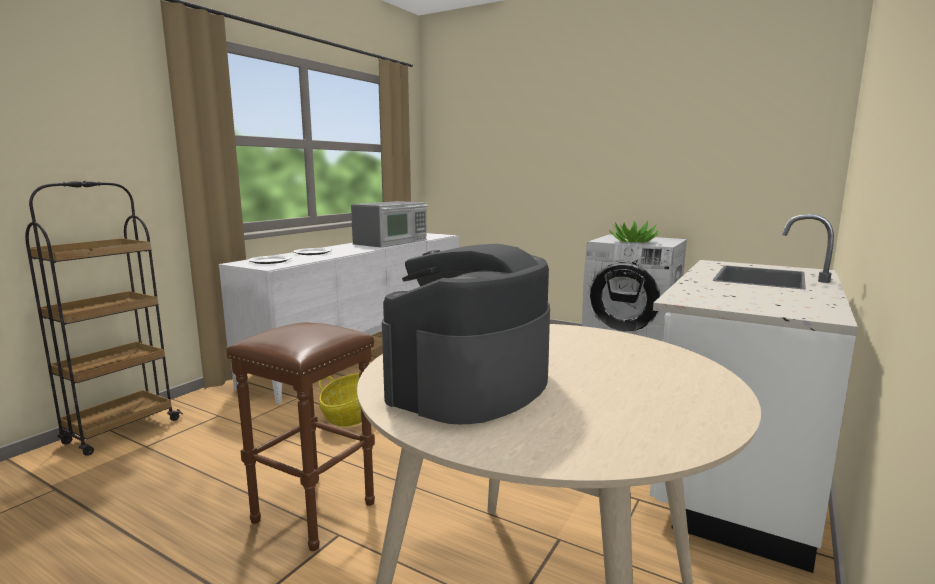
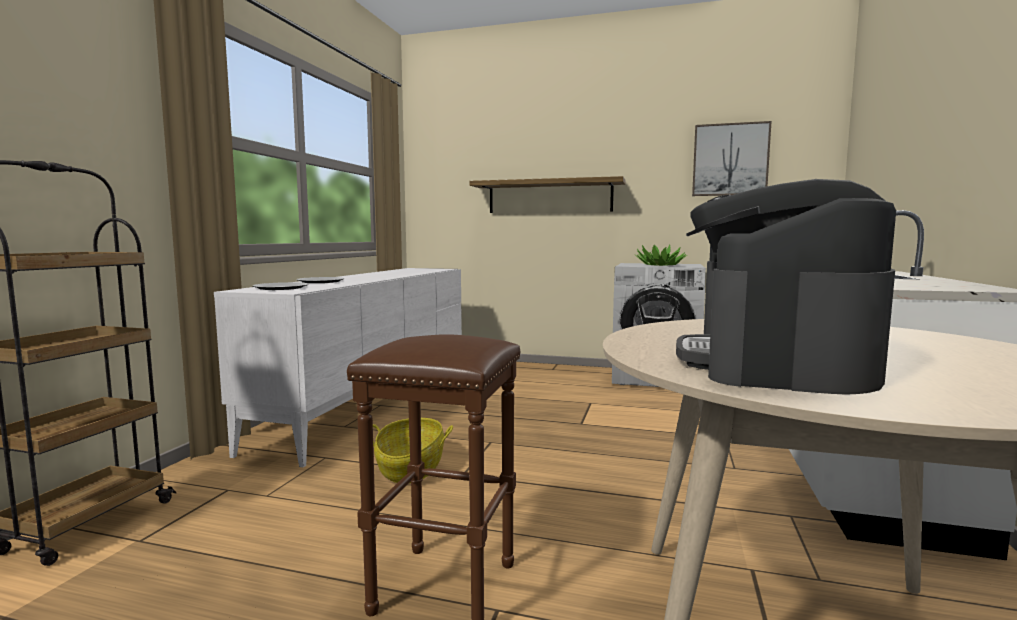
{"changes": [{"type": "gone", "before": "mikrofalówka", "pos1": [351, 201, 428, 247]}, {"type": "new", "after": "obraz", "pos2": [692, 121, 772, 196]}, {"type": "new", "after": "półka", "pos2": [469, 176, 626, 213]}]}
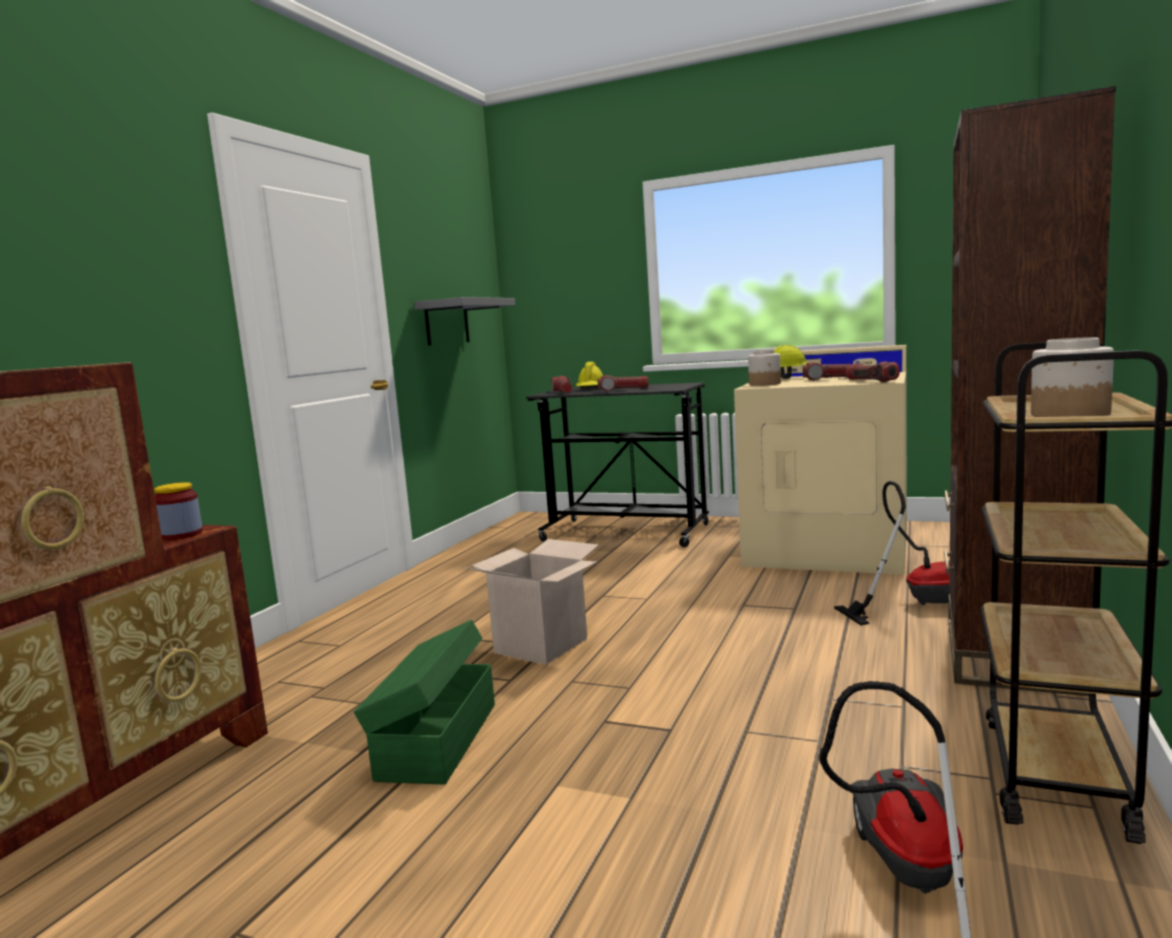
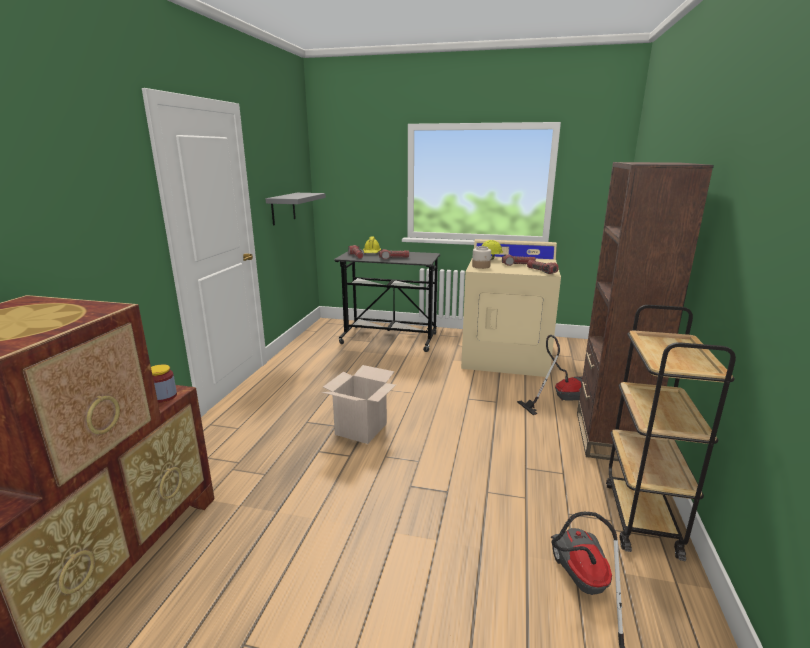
{"changes": [{"type": "gone", "before": "słoik", "pos1": [1031, 337, 1114, 417]}, {"type": "gone", "before": "pojemnik do przechowywania (zielony)", "pos1": [354, 620, 495, 784]}]}
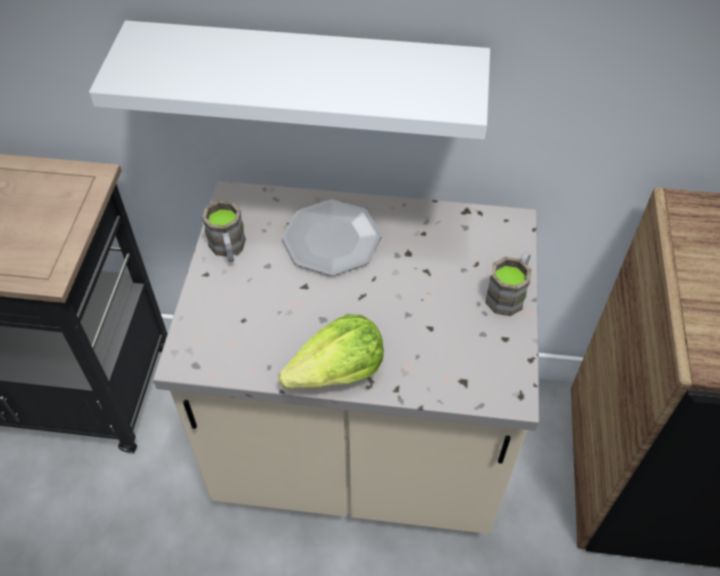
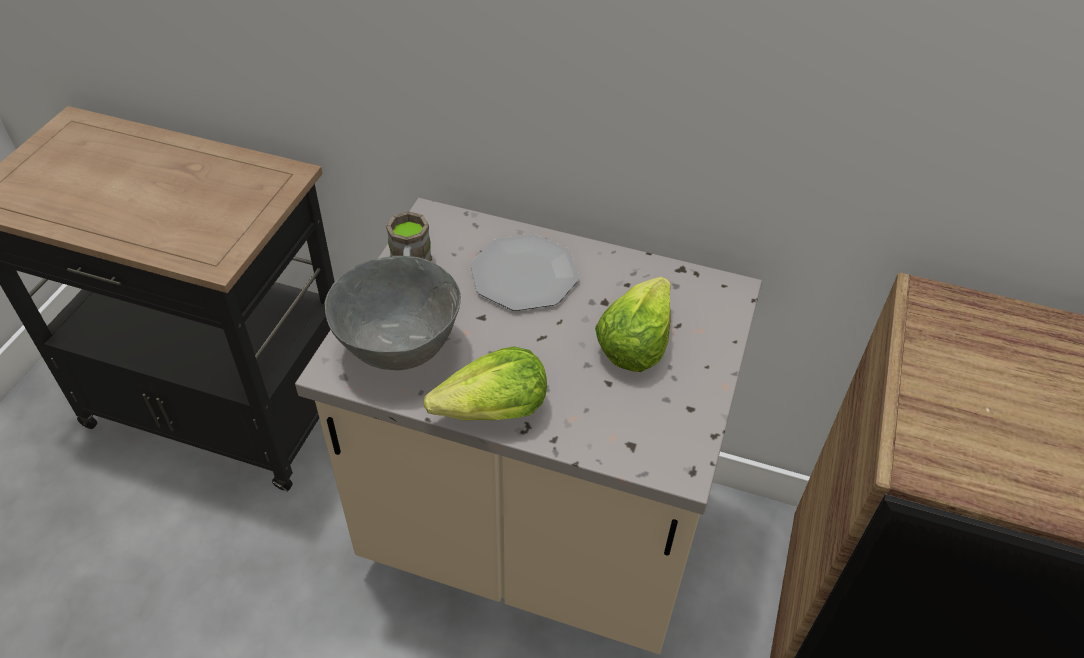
{"changes": [{"type": "gone", "before": "półka (biały)", "pos1": [89, 21, 490, 140]}, {"type": "gone", "before": "kubek (brązowy)", "pos1": [485, 252, 531, 316]}, {"type": "new", "after": "miska (szary)", "pos2": [324, 256, 461, 371]}, {"type": "new", "after": "sałata", "pos2": [595, 277, 671, 372]}]}
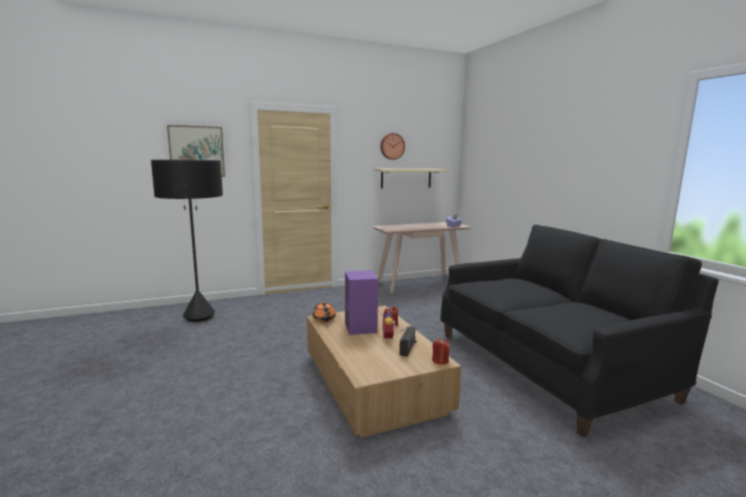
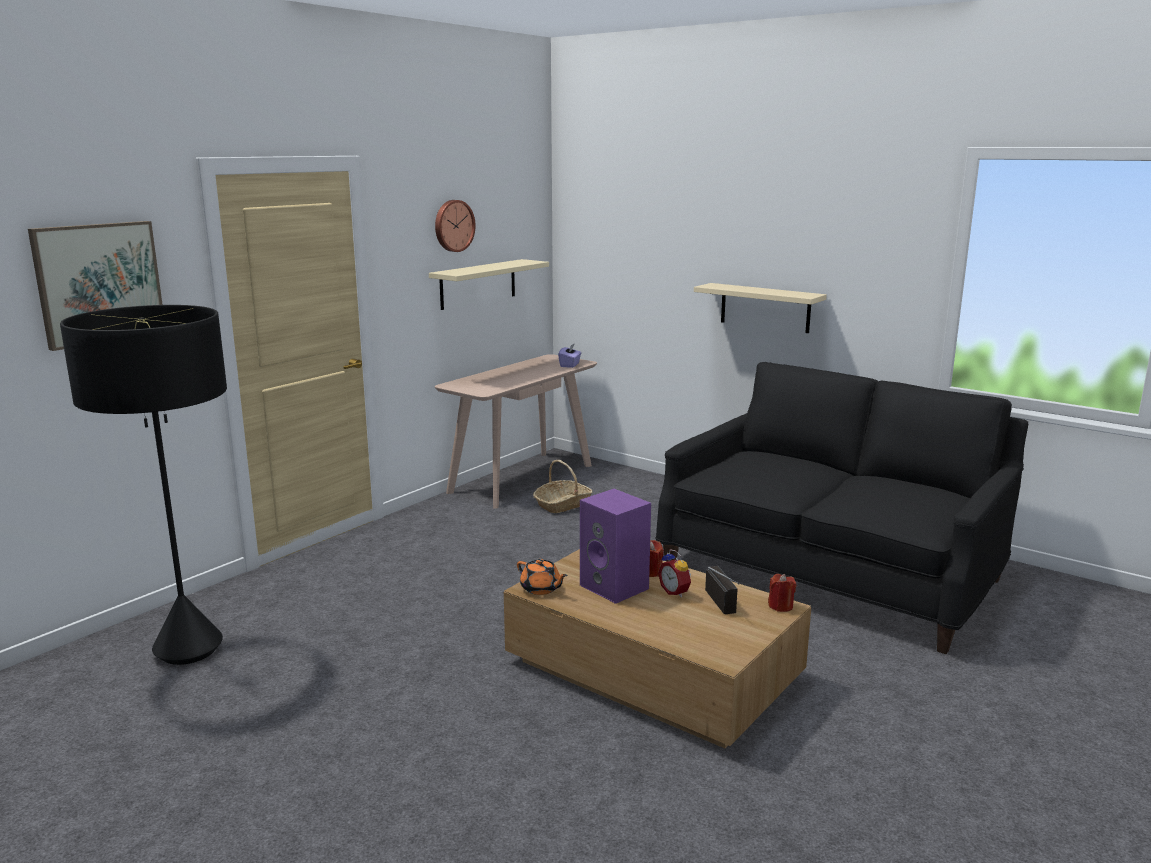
{"changes": [{"type": "new", "after": "półka (beżowy)", "pos2": [694, 283, 827, 333]}, {"type": "new", "after": "koszyk", "pos2": [533, 460, 593, 513]}]}
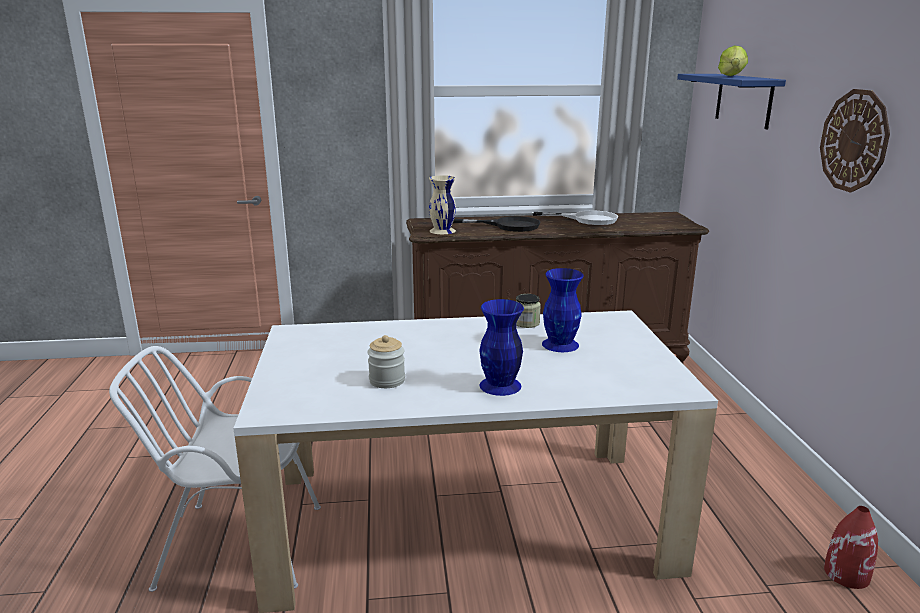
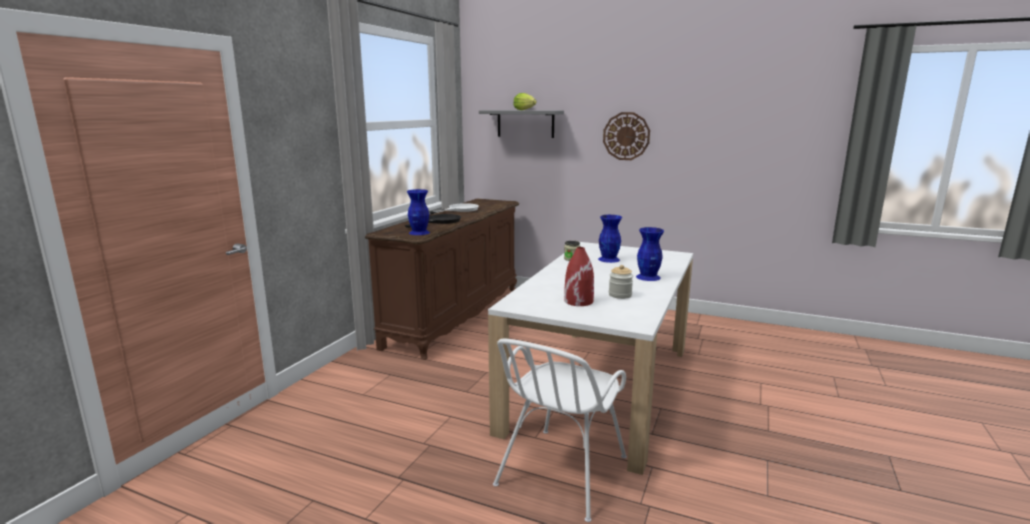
{"changes": [{"type": "repainted", "before": "półka (niebieski)", "after": "półka (szary)", "pos1": [677, 74, 786, 130], "pos2": [479, 110, 564, 138]}, {"type": "repainted", "before": "wazon (beżowy)", "after": "wazon (niebieski)", "pos1": [429, 175, 456, 234], "pos2": [407, 189, 430, 235]}, {"type": "shifted", "before": "wazon (czerwony)", "pos1": [824, 506, 878, 589], "pos2": [564, 247, 594, 306]}]}
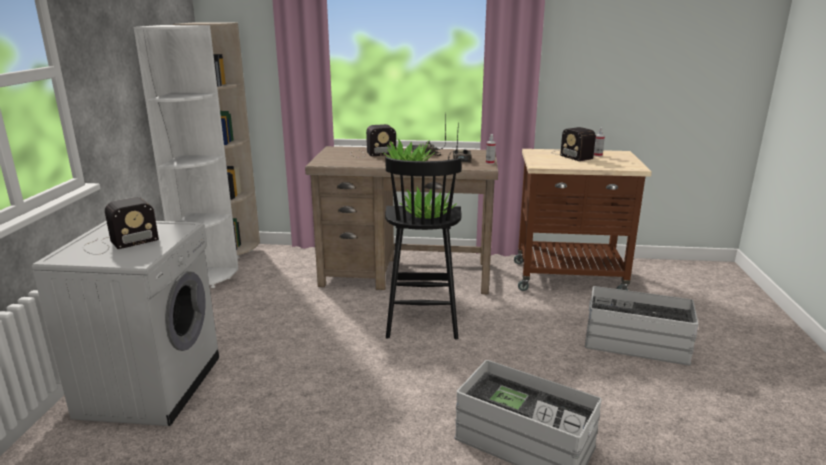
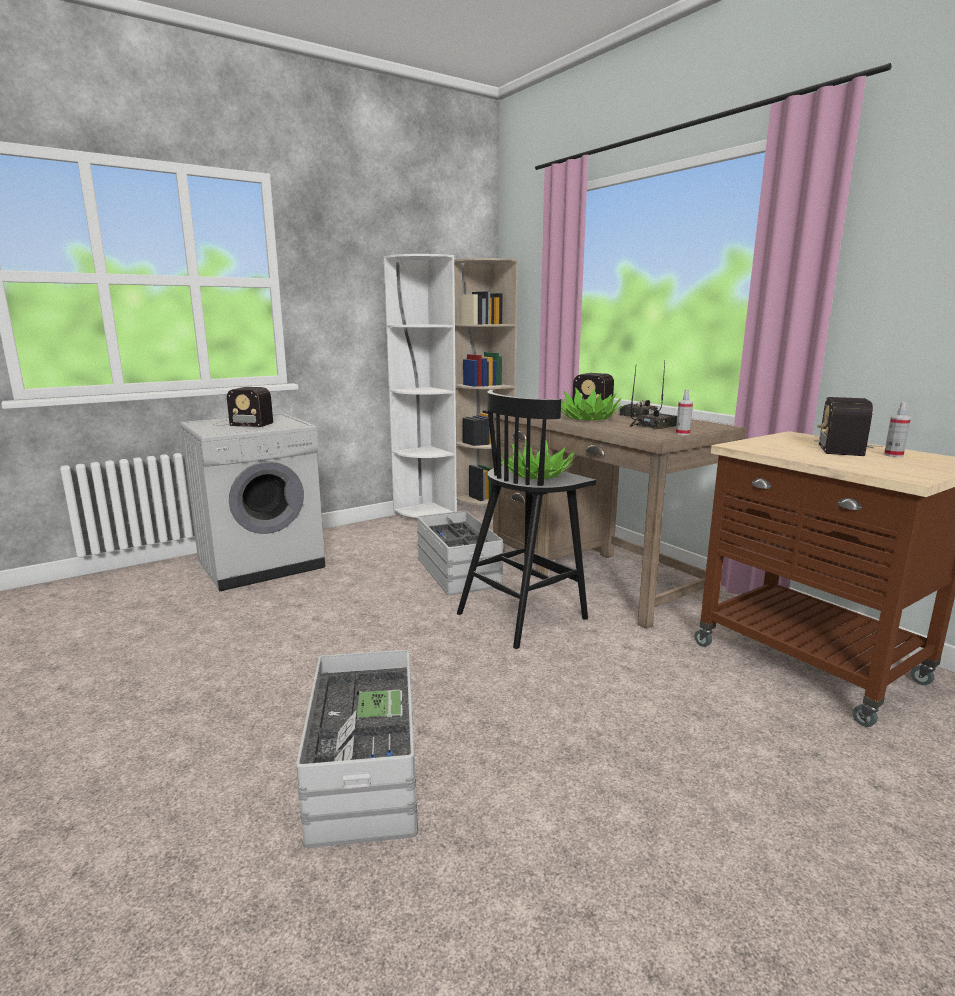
{"changes": [{"type": "shifted", "before": "pojemnik do przechowywania (szary)", "pos1": [585, 286, 699, 365], "pos2": [417, 511, 503, 595]}]}
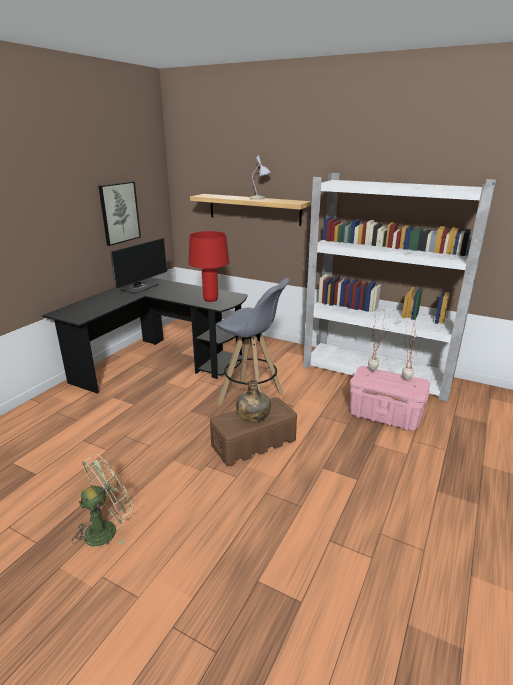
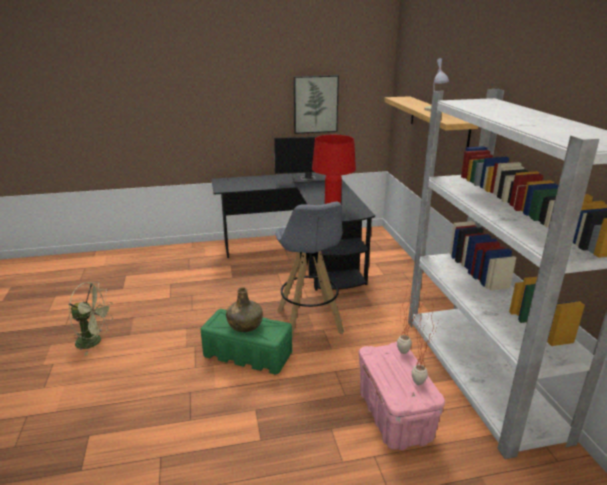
{"changes": [{"type": "repainted", "before": "pojemnik do przechowywania (brązowy)", "after": "pojemnik do przechowywania (zielony)", "pos1": [210, 397, 297, 466], "pos2": [200, 309, 292, 374]}]}
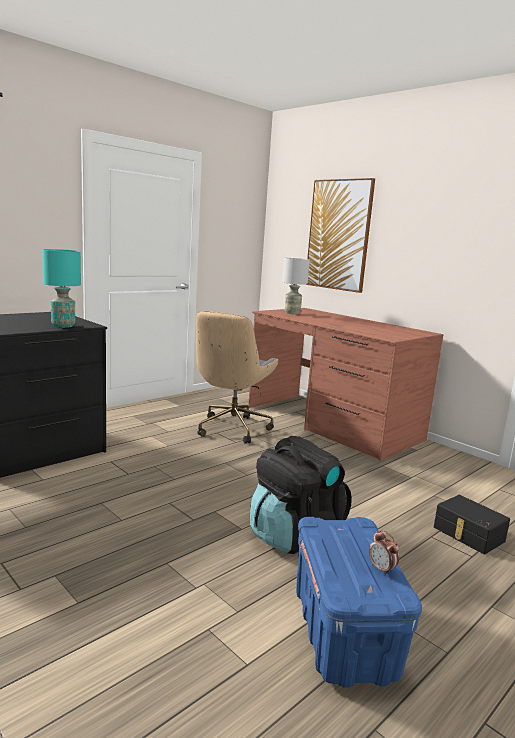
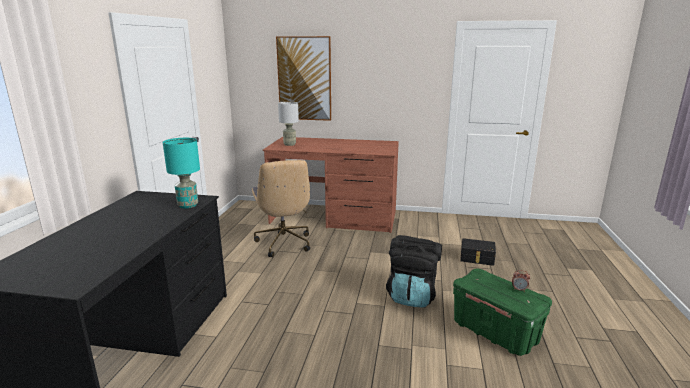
{"changes": [{"type": "repainted", "before": "pojemnik do przechowywania (niebieski)", "after": "pojemnik do przechowywania (zielony)", "pos1": [296, 517, 422, 688], "pos2": [453, 269, 552, 356]}]}
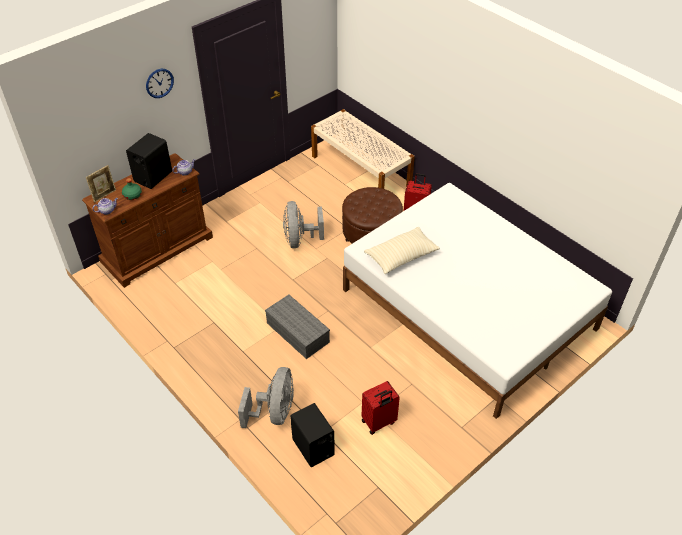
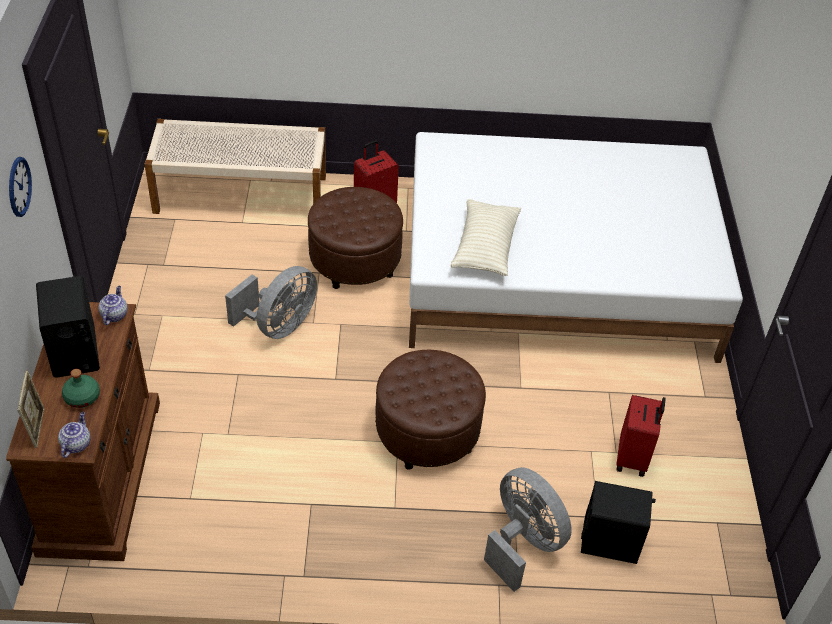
{"changes": [{"type": "rotated", "before": "wentylator (szary)", "pos1": [283, 201, 324, 248], "pos2": [225, 266, 317, 339], "turn": -90}, {"type": "swapped", "before": "pojemnik do przechowywania (szary)", "after": "pufa (brązowy)", "pos1": [265, 294, 330, 359], "pos2": [375, 350, 486, 470]}]}
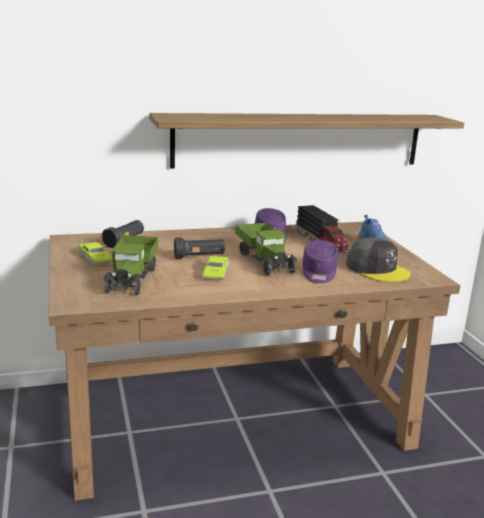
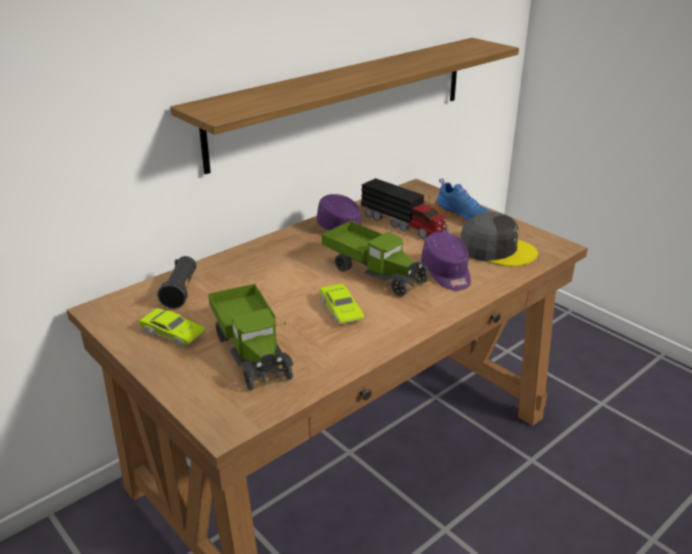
{"changes": [{"type": "gone", "before": "latarka (czarny)", "pos1": [174, 237, 226, 259]}]}
